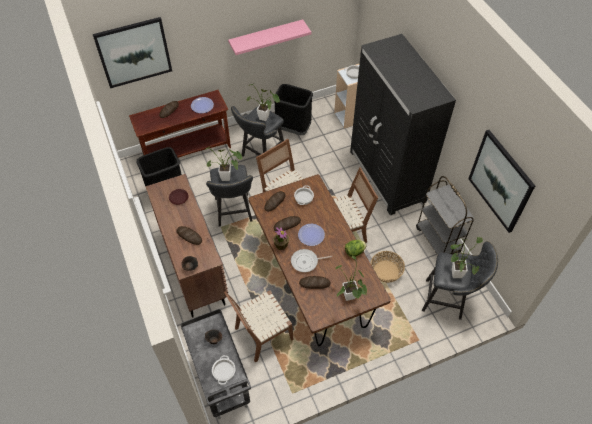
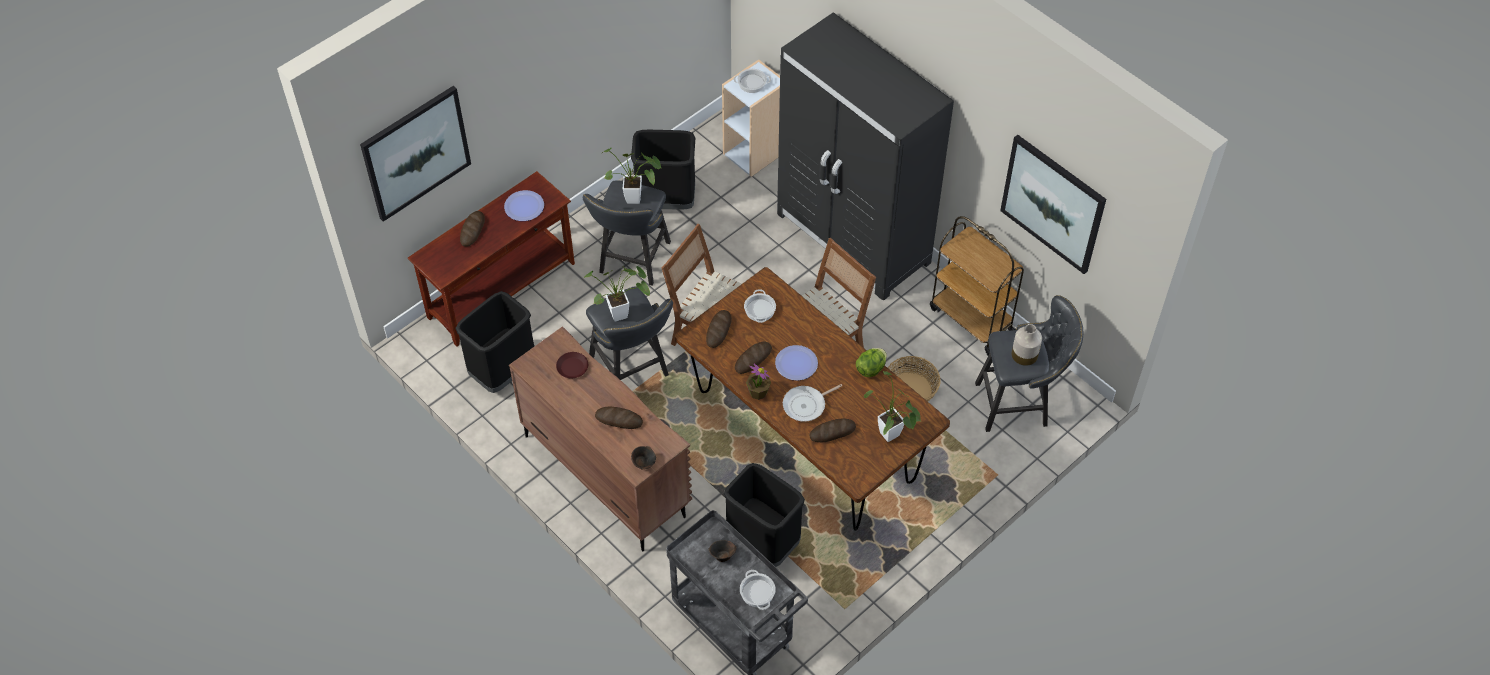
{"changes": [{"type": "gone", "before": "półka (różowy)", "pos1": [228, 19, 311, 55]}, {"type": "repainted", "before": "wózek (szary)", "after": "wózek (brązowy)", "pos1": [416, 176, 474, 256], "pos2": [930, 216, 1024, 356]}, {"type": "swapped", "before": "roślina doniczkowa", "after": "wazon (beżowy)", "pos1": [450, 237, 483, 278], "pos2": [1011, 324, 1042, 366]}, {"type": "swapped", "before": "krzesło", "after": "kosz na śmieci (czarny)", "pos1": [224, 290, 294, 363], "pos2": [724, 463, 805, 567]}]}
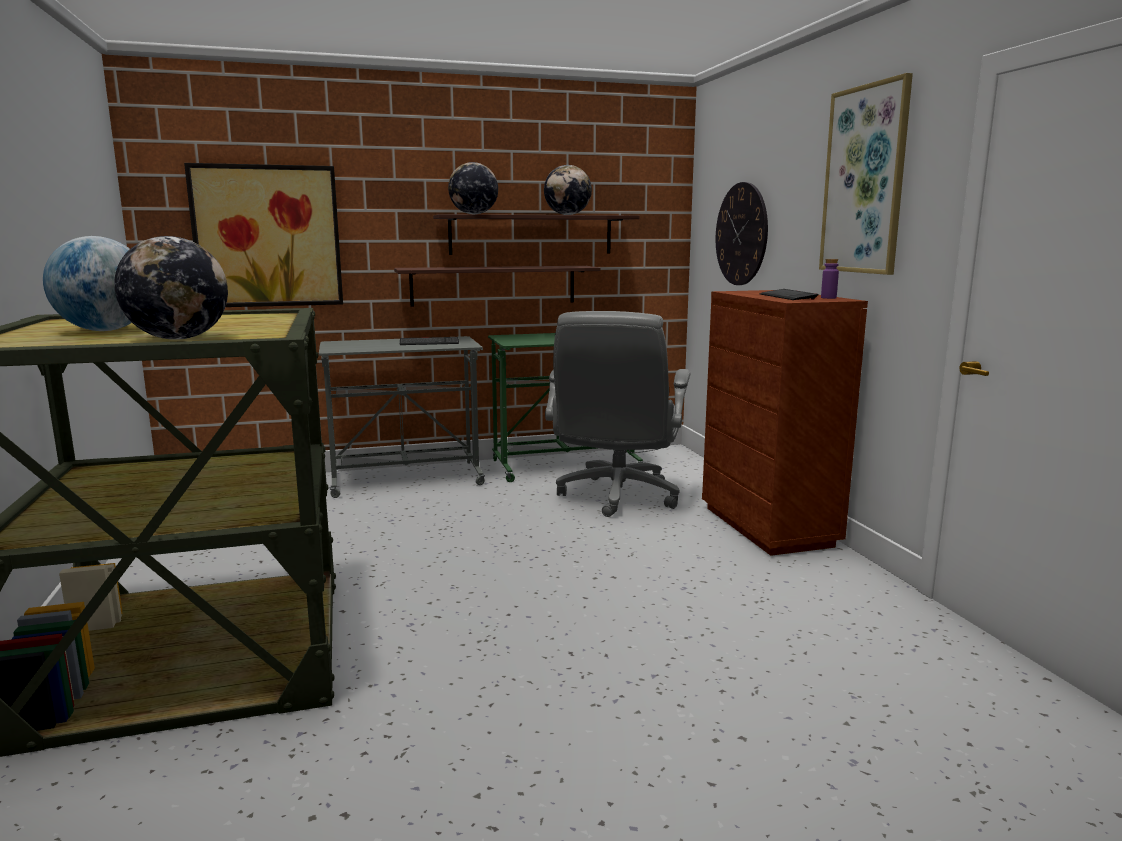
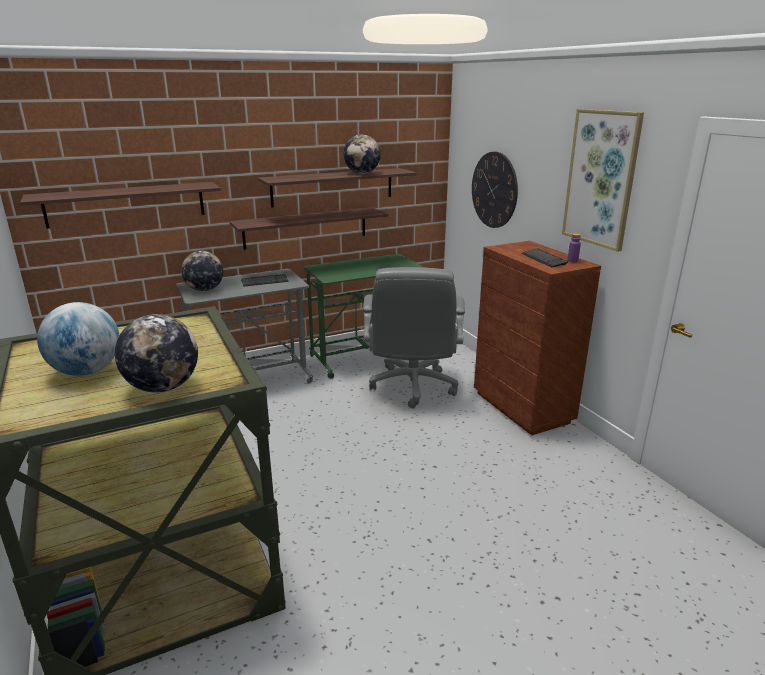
{"changes": [{"type": "shifted", "before": "globus", "pos1": [448, 162, 498, 214], "pos2": [181, 251, 223, 291]}, {"type": "swapped", "before": "obraz", "after": "półka", "pos1": [184, 163, 343, 307], "pos2": [20, 182, 221, 229]}]}
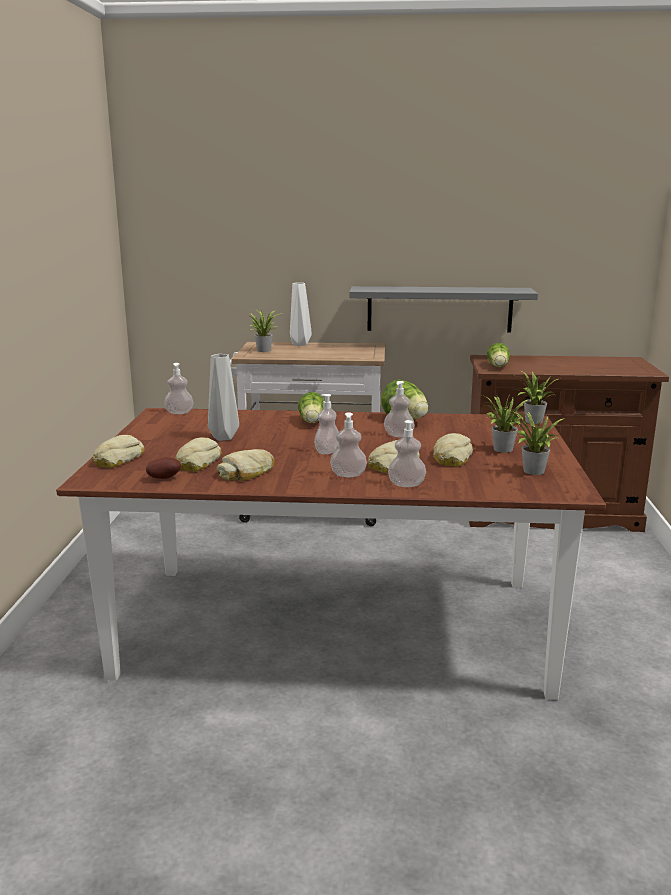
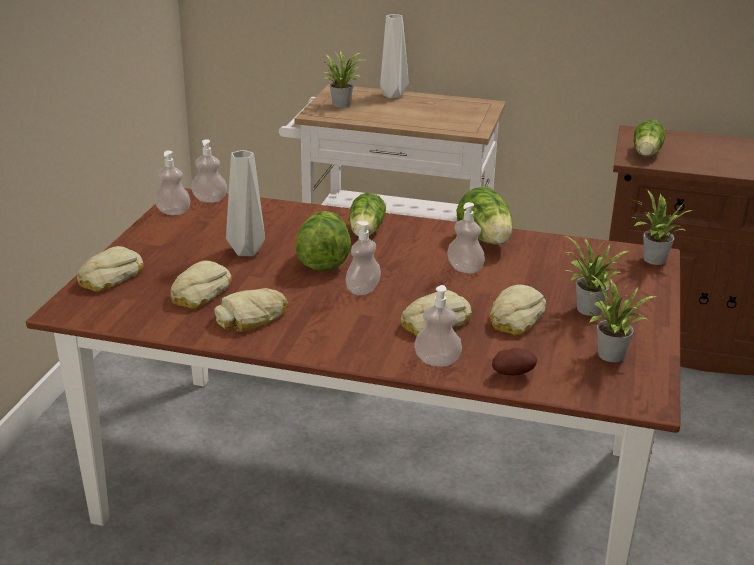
{"changes": [{"type": "gone", "before": "półka (szary)", "pos1": [349, 286, 538, 332]}, {"type": "shifted", "before": "dozownik mydła", "pos1": [330, 412, 367, 477], "pos2": [154, 151, 191, 215]}, {"type": "shifted", "before": "ziemniak", "pos1": [146, 457, 181, 479], "pos2": [492, 348, 537, 375]}, {"type": "new", "after": "sałata", "pos2": [296, 211, 351, 272]}]}
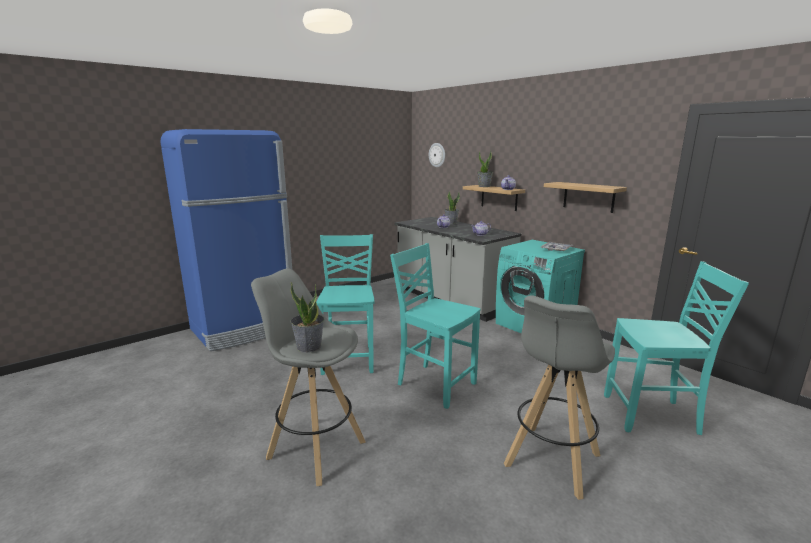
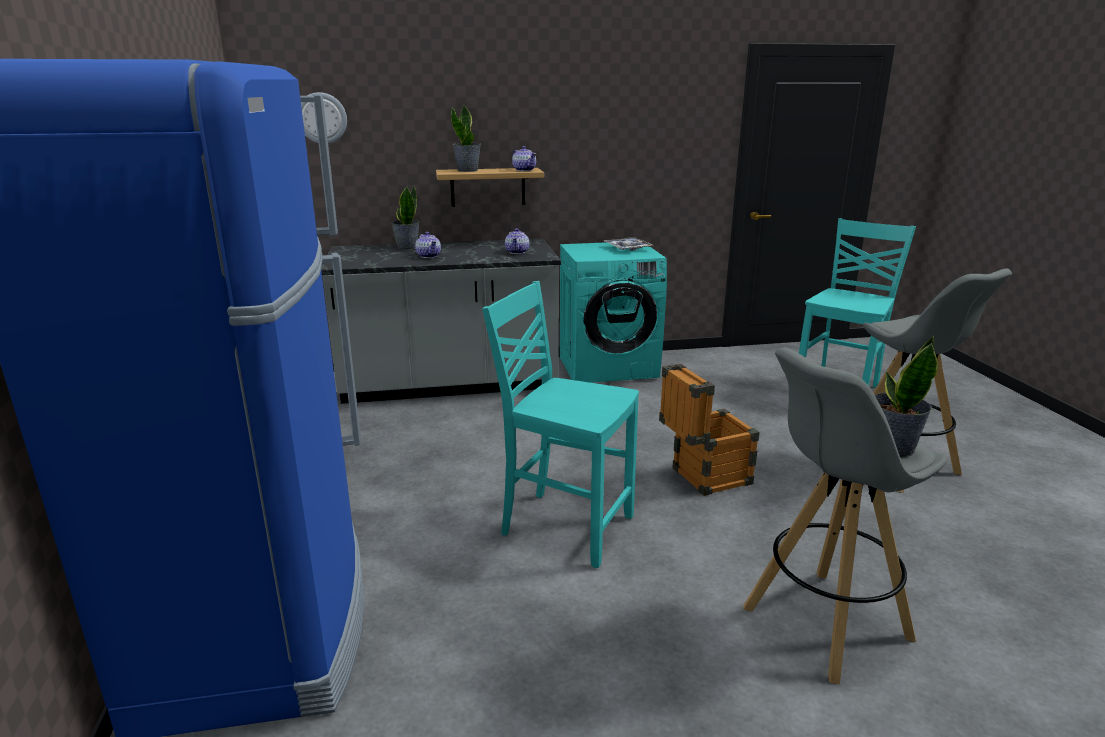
{"changes": [{"type": "gone", "before": "półka", "pos1": [544, 182, 627, 213]}, {"type": "swapped", "before": "krzesło (turkusowy)", "after": "skrzynka", "pos1": [390, 243, 480, 409], "pos2": [659, 364, 760, 496]}]}
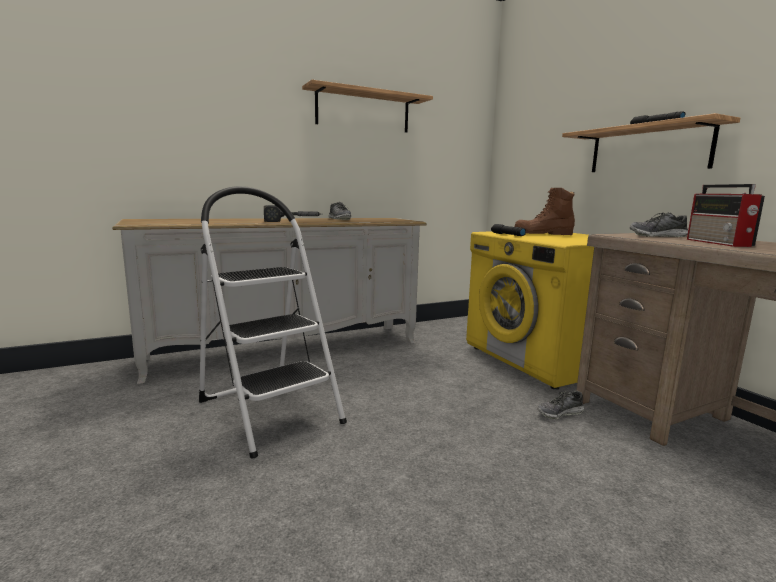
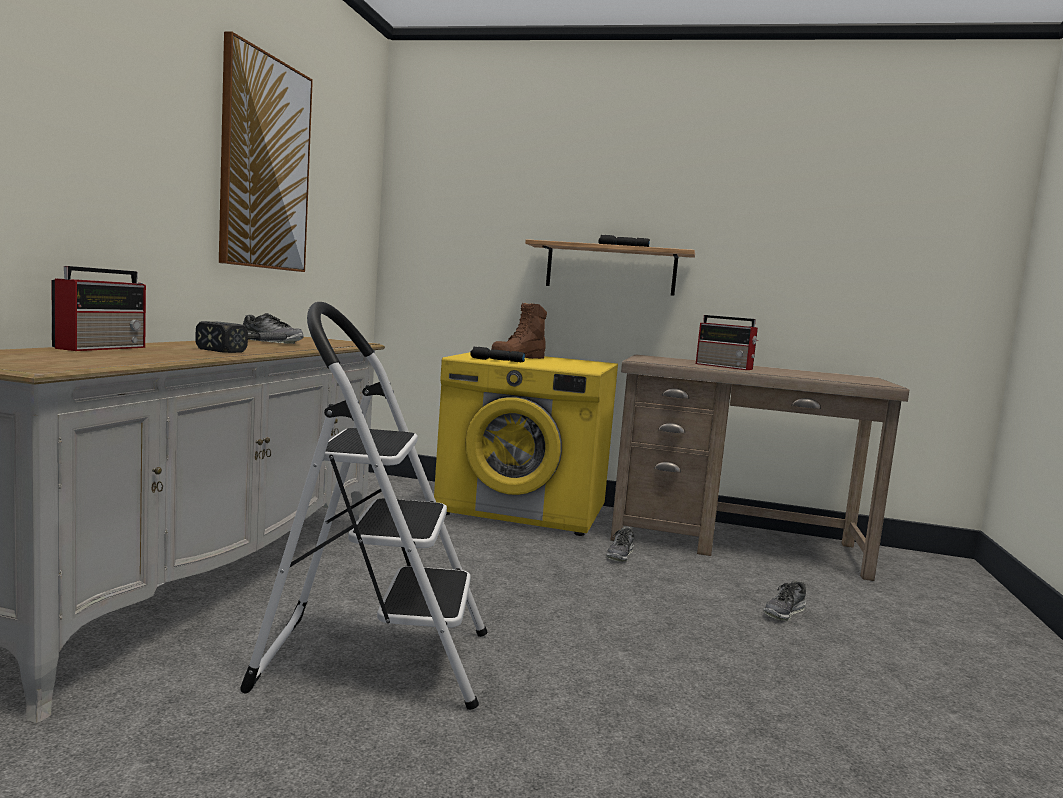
{"changes": [{"type": "swapped", "before": "półka", "after": "obraz", "pos1": [302, 80, 433, 133], "pos2": [219, 31, 313, 272]}, {"type": "shifted", "before": "but", "pos1": [630, 212, 688, 237], "pos2": [764, 580, 806, 621]}, {"type": "new", "after": "radio", "pos2": [51, 266, 146, 351]}]}
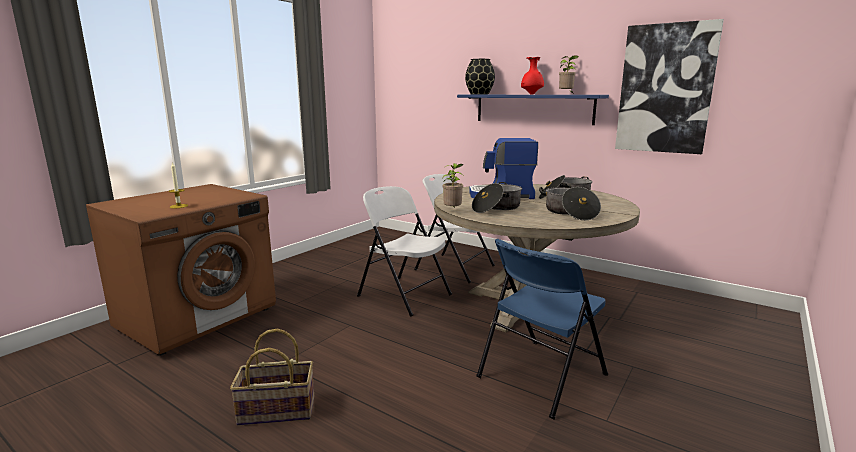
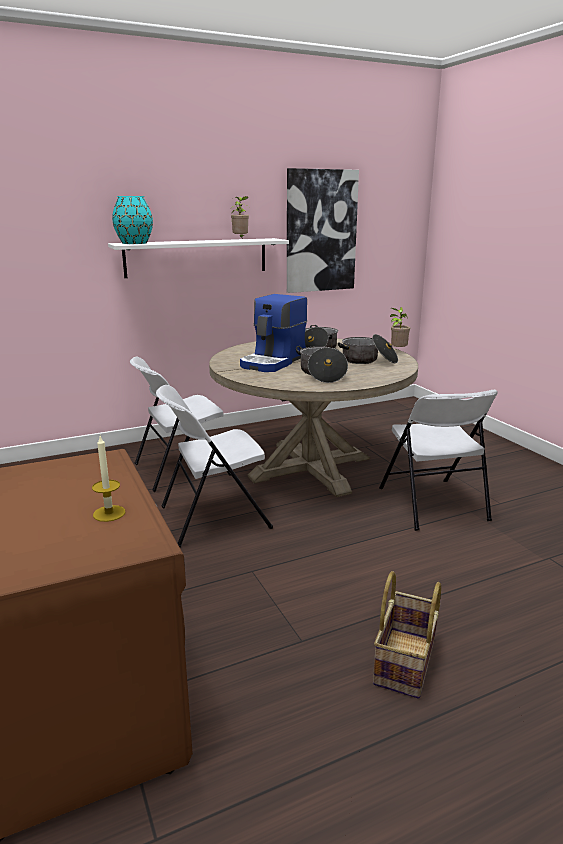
{"changes": [{"type": "gone", "before": "wazon (czerwony)", "pos1": [521, 57, 544, 94]}, {"type": "repainted", "before": "wazon (czarny)", "after": "wazon (turkusowy)", "pos1": [465, 59, 495, 94], "pos2": [112, 196, 153, 244]}, {"type": "repainted", "before": "półka (niebieski)", "after": "półka (biały)", "pos1": [457, 95, 609, 125], "pos2": [108, 238, 289, 278]}, {"type": "shifted", "before": "roślina doniczkowa", "pos1": [442, 163, 464, 208], "pos2": [390, 307, 410, 347]}, {"type": "repainted", "before": "krzesło (niebieski)", "after": "krzesło (biały)", "pos1": [476, 239, 608, 420], "pos2": [379, 390, 498, 531]}]}
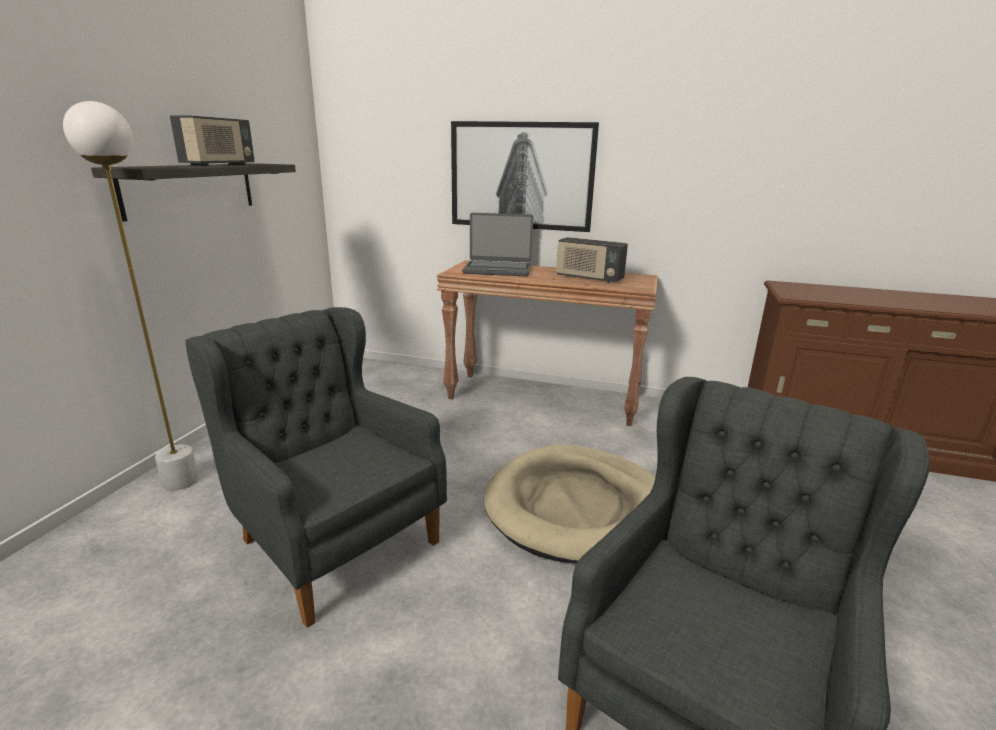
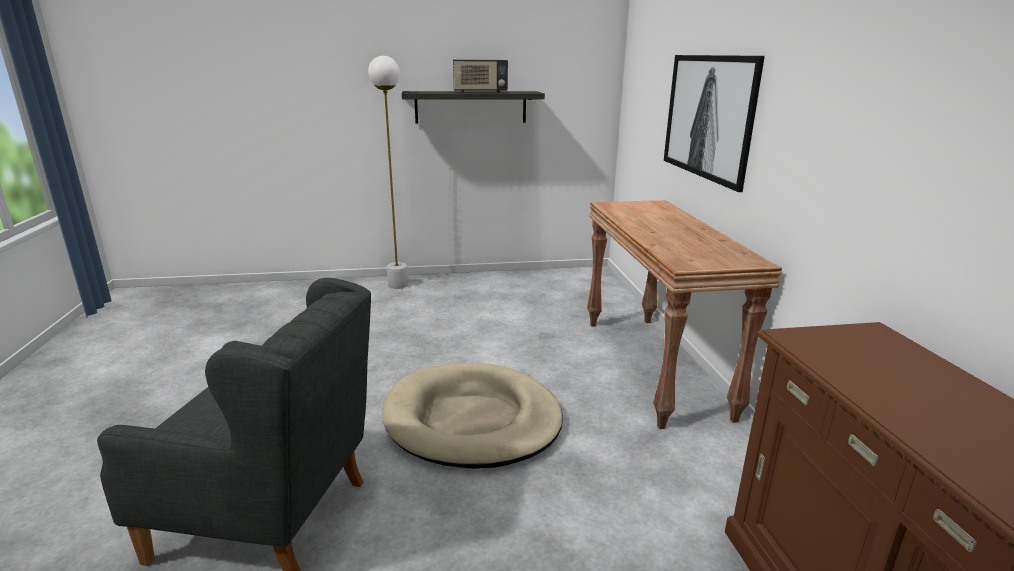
{"changes": [{"type": "gone", "before": "laptop", "pos1": [462, 213, 533, 276]}, {"type": "gone", "before": "radio", "pos1": [556, 237, 628, 283]}, {"type": "gone", "before": "fotel (szary)", "pos1": [185, 307, 447, 628]}]}
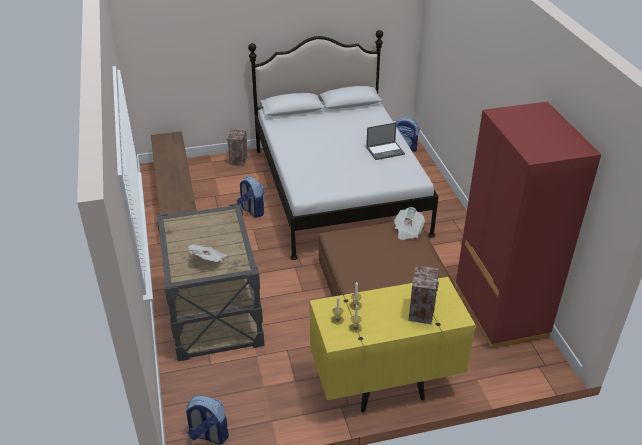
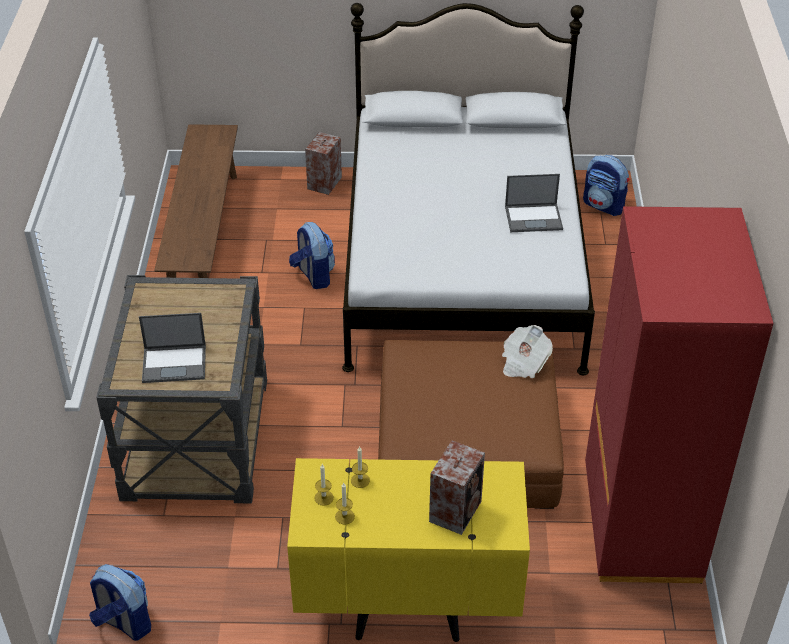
{"changes": [{"type": "swapped", "before": "gazeta", "after": "laptop", "pos1": [188, 244, 227, 262], "pos2": [139, 313, 206, 383]}]}
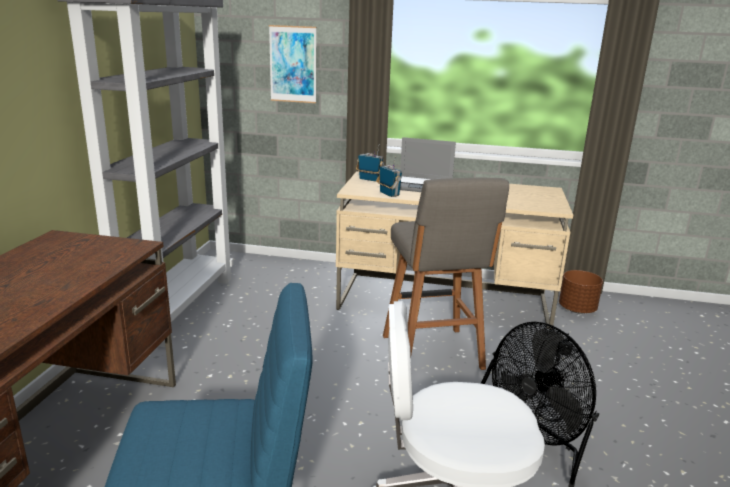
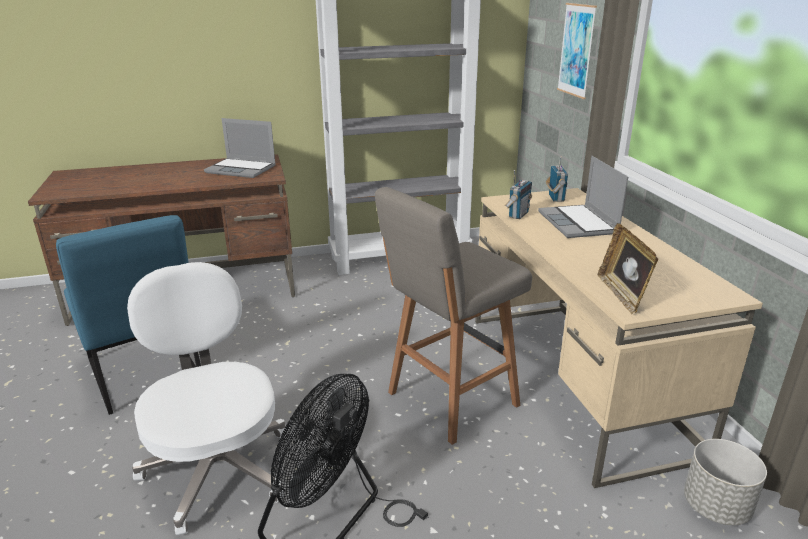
{"changes": [{"type": "repainted", "before": "donica (brązowy)", "after": "donica (szary)", "pos1": [559, 270, 603, 314], "pos2": [684, 439, 767, 525]}, {"type": "new", "after": "laptop", "pos2": [204, 118, 276, 178]}, {"type": "new", "after": "ramka na zdjęcie", "pos2": [598, 223, 658, 314]}]}
